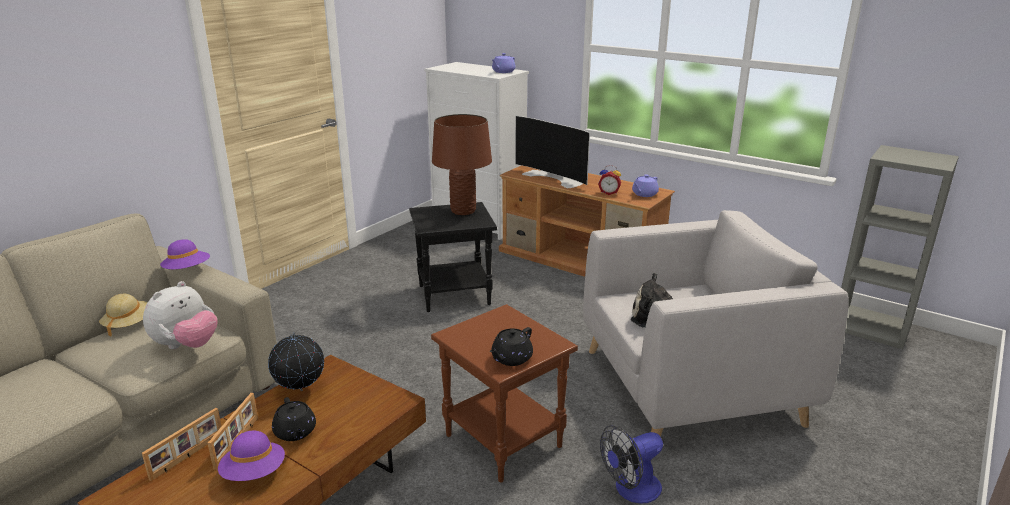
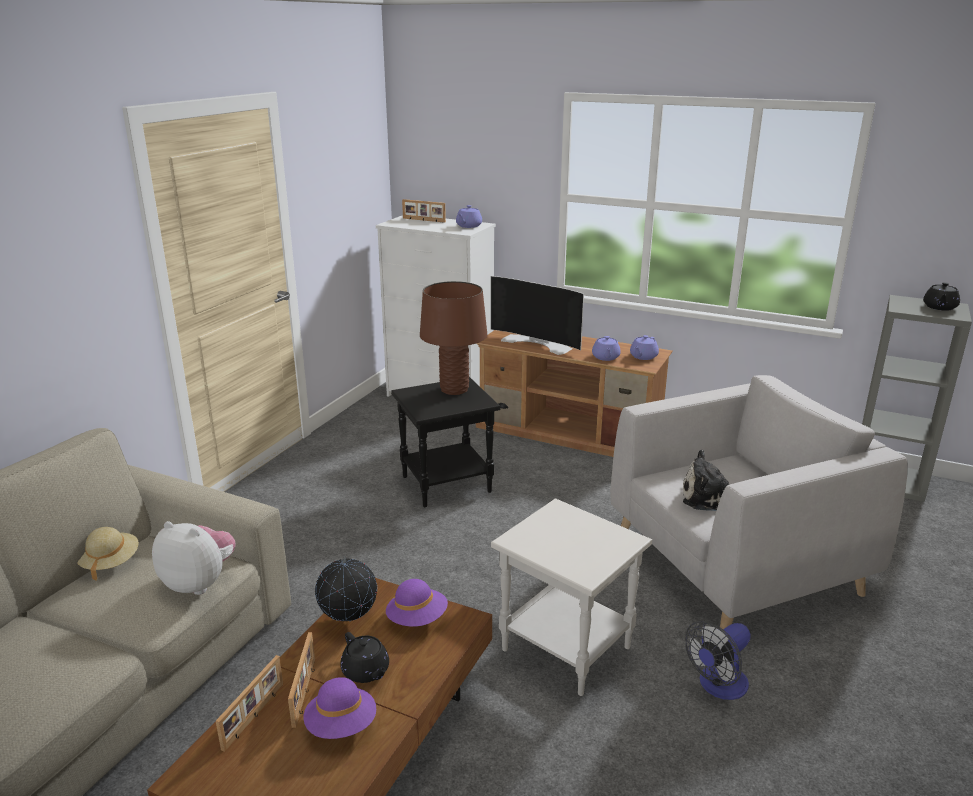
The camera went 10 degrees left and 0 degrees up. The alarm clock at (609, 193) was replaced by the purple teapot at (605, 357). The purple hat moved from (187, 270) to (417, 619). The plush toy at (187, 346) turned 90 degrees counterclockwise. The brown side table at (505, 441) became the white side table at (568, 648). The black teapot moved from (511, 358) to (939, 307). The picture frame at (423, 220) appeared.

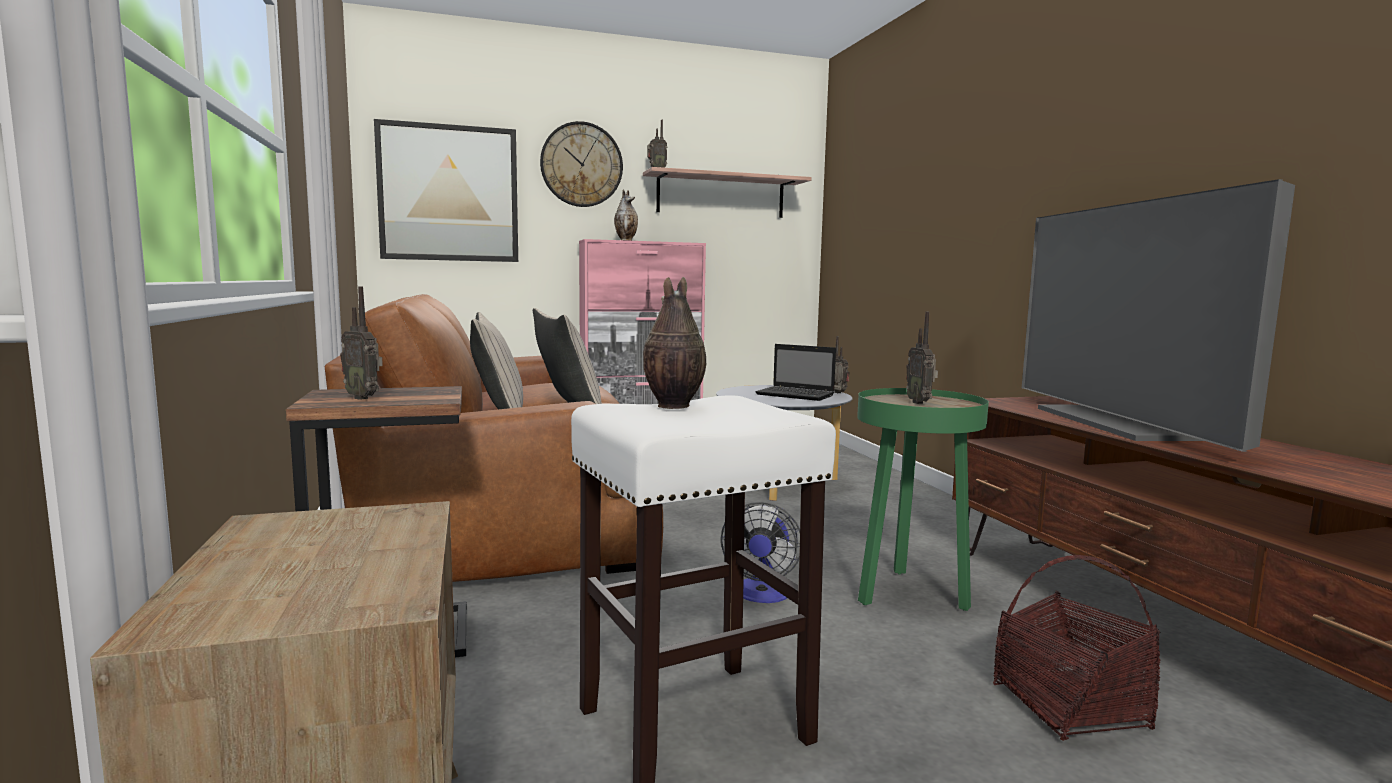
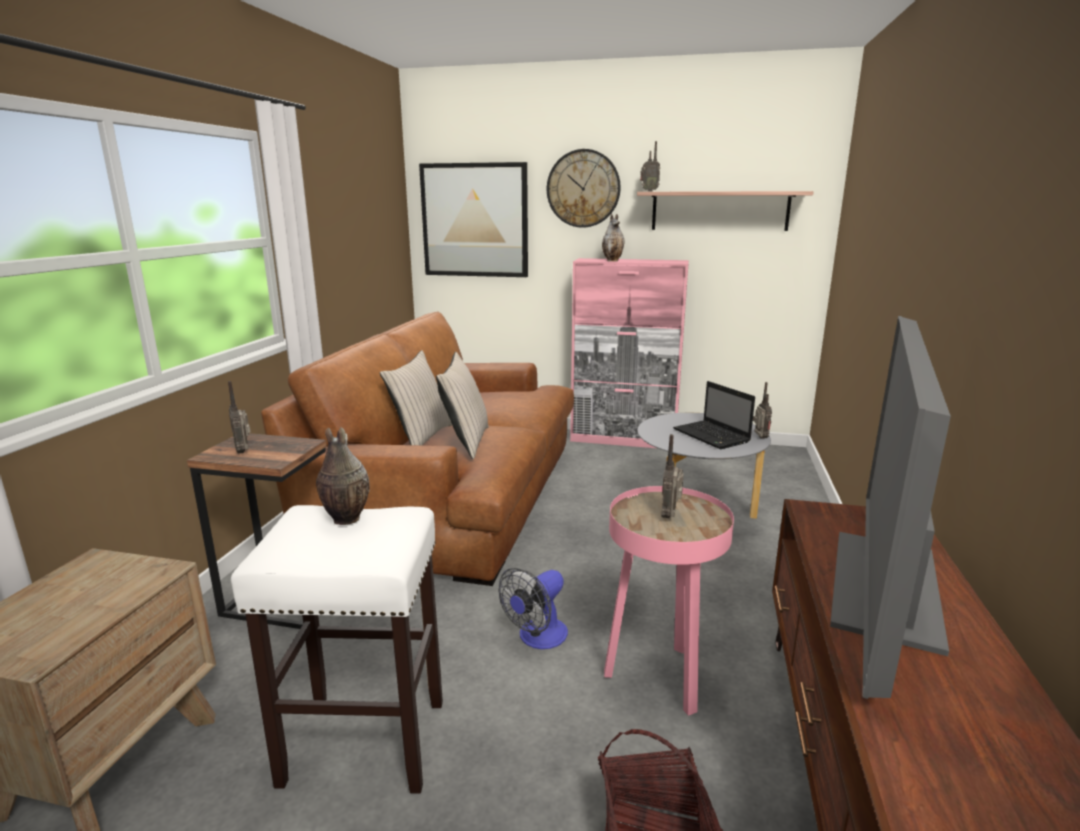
The camera went 30 degrees right and 10 degrees up. The green side table at (909, 595) became the pink side table at (659, 679).

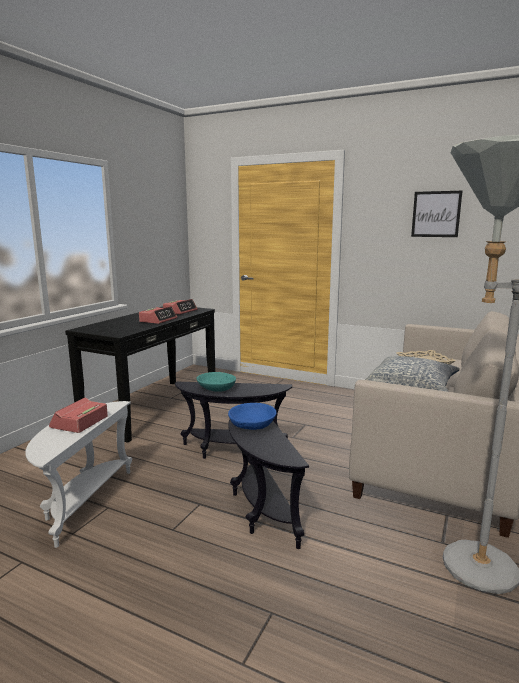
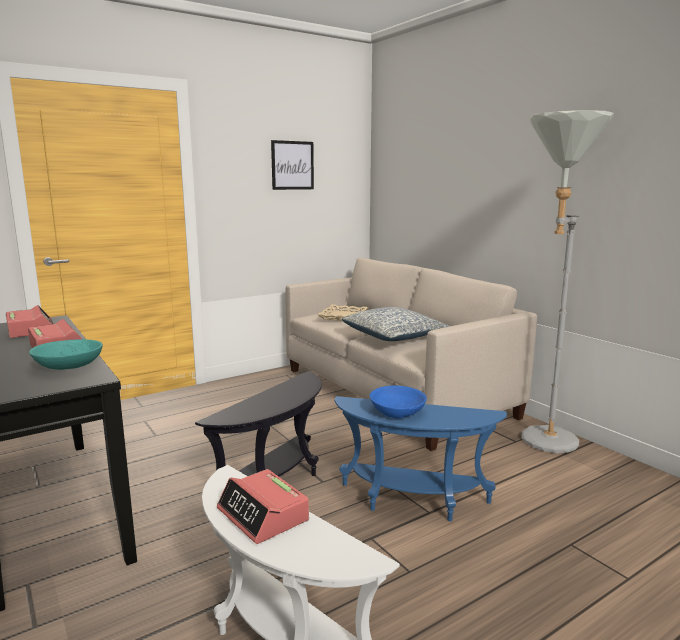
The camera went 60 degrees left and 0 degrees up. The turquoise bowl moved from (216, 388) to (68, 365). The black side table at (260, 509) became the blue side table at (412, 502).

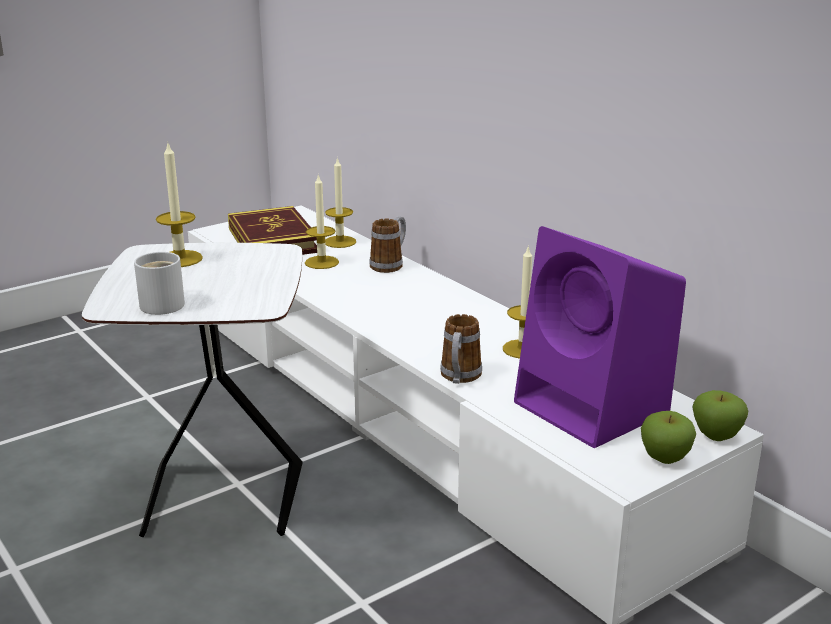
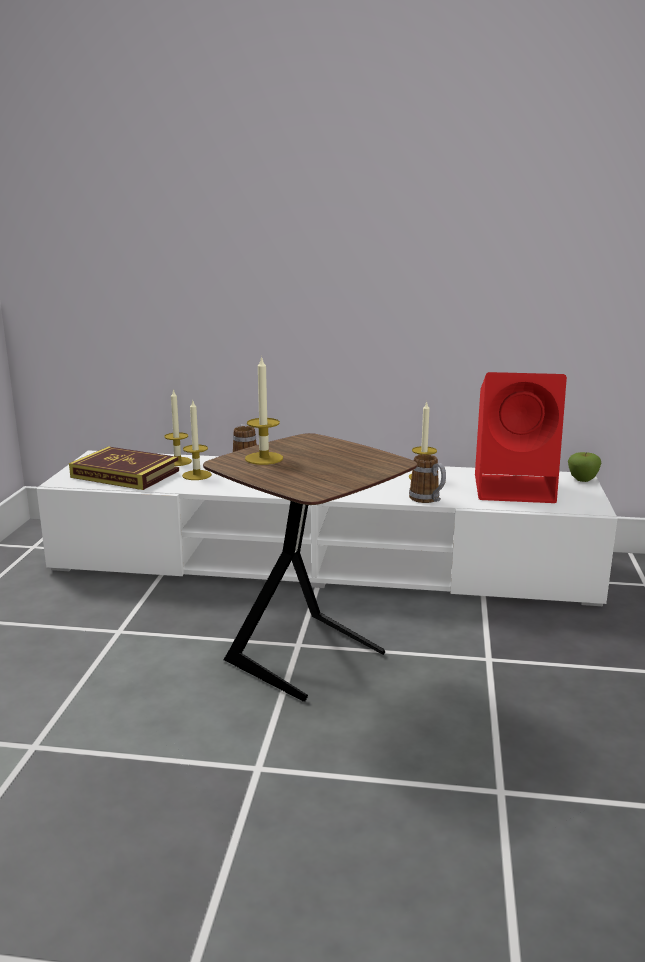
The camera went 45 degrees left and 5 degrees down. The purple speaker at (595, 408) became the red speaker at (516, 488). The white side table at (223, 502) became the brown side table at (311, 657). The white mug at (165, 304) disappeared. The apple at (665, 458) disappeared.

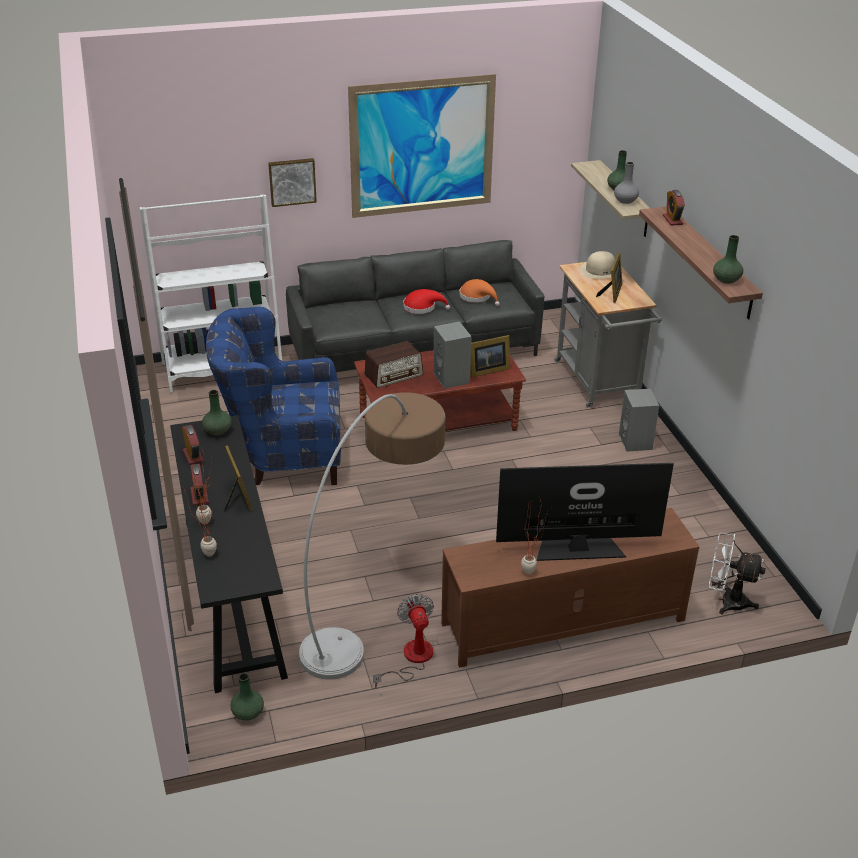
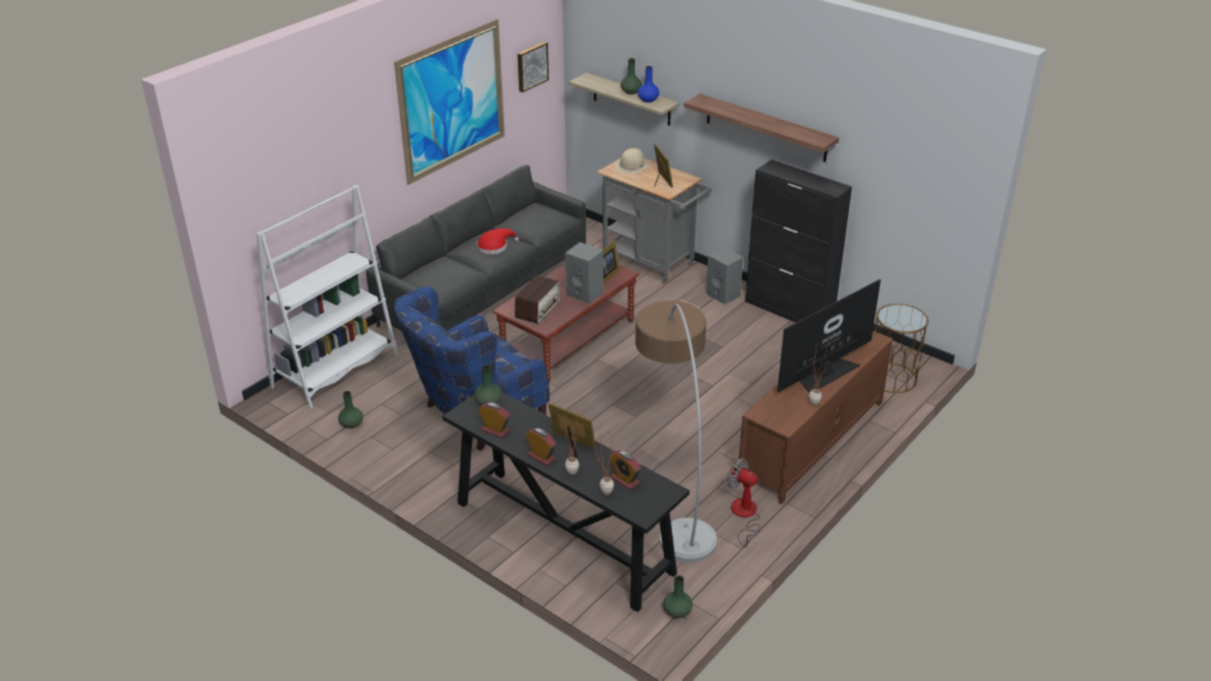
The camera went 35 degrees left and 0 degrees up. The picture moved from (292, 181) to (531, 66). The grey vase at (625, 201) became the blue vase at (648, 100). The alarm clock moved from (672, 220) to (625, 480). The green vase moved from (726, 279) to (351, 424). The orange hat at (477, 297) disappeared. The white fan at (726, 601) was replaced by the brown side table at (892, 378). The black cabinet at (789, 311) appeared.

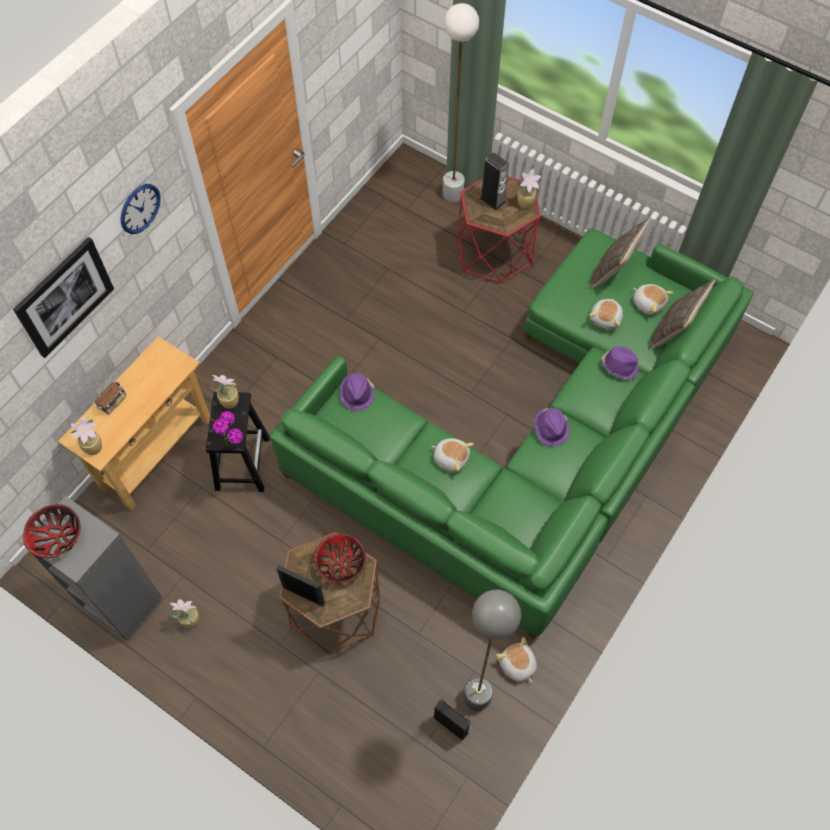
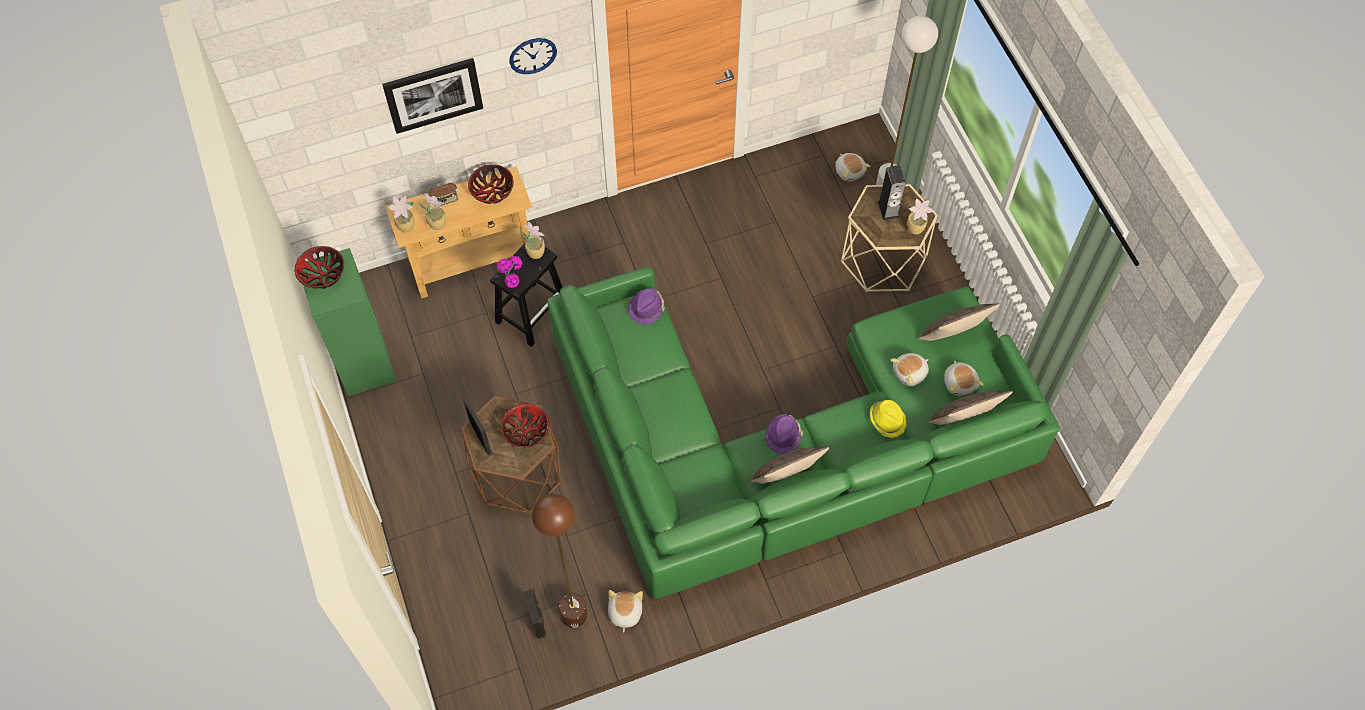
The camera went 35 degrees right and 0 degrees up. The red side table at (495, 252) became the beige side table at (882, 261). The purple hat at (619, 366) became the yellow hat at (887, 420). The plush toy moved from (451, 458) to (850, 171). The grey bookcase at (120, 602) became the green bookcase at (364, 364). The grey floor lamp at (477, 697) became the brown floor lamp at (573, 614). The potted plant moved from (190, 619) to (437, 223). The bowl at (492, 191) appeared. The pillow at (786, 477) appeared.

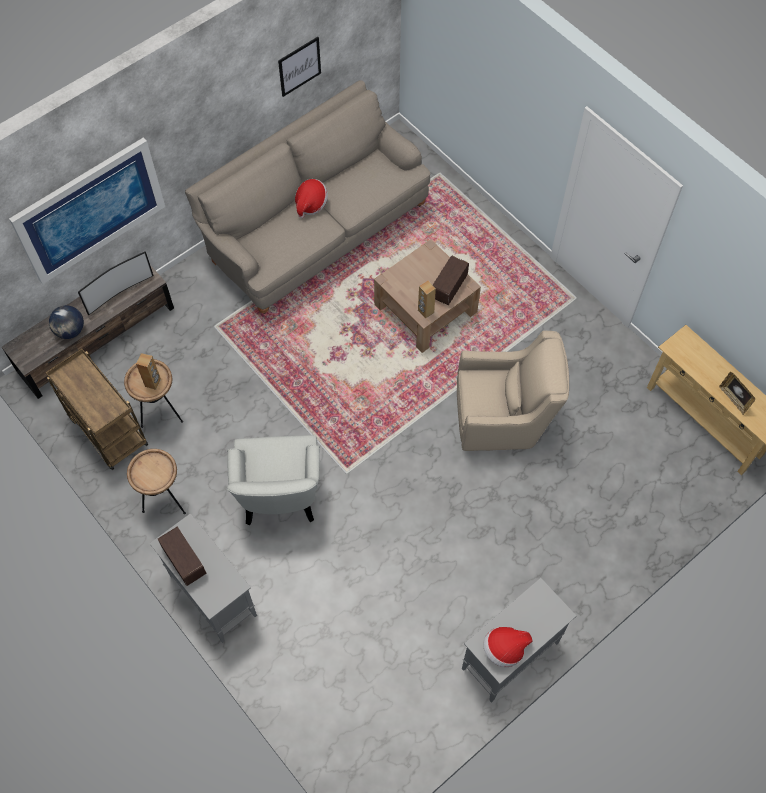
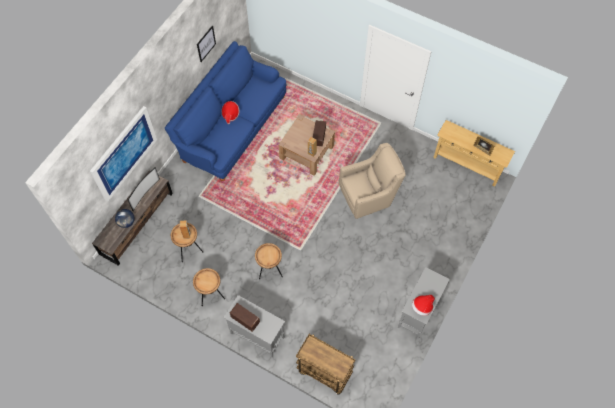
The camera went 20 degrees left and 0 degrees up. The beige sofa at (315, 231) became the blue sofa at (232, 128). The brown cart moved from (107, 431) to (323, 372). The white armchair at (279, 493) was replaced by the brown side table at (270, 271).

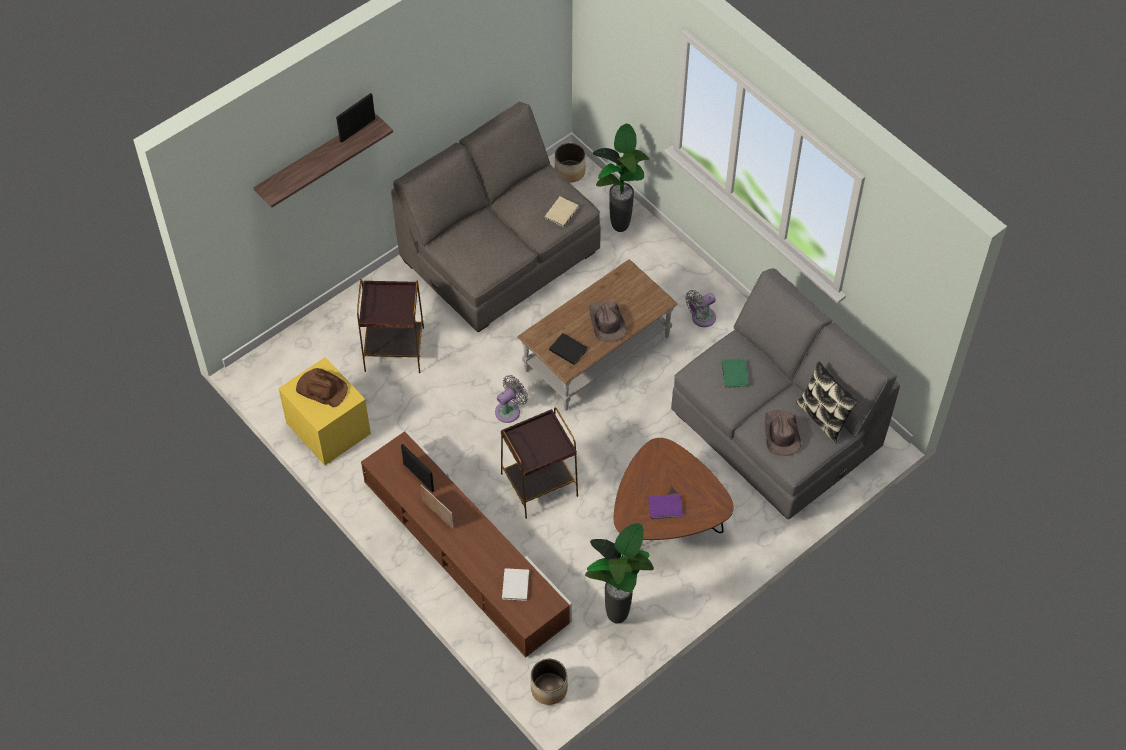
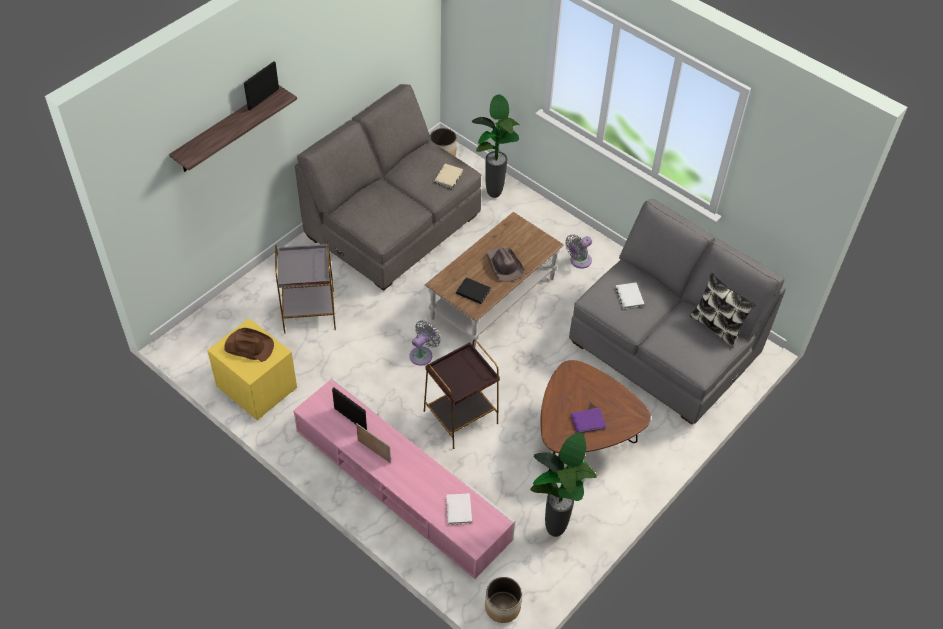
The camera went 10 degrees left and 5 degrees down. The brown side table at (395, 349) became the grey side table at (310, 312). The green book at (734, 374) became the white book at (629, 297). The brown hat at (781, 434) disappeared. The brown tv stand at (465, 551) became the pink tv stand at (401, 485).

